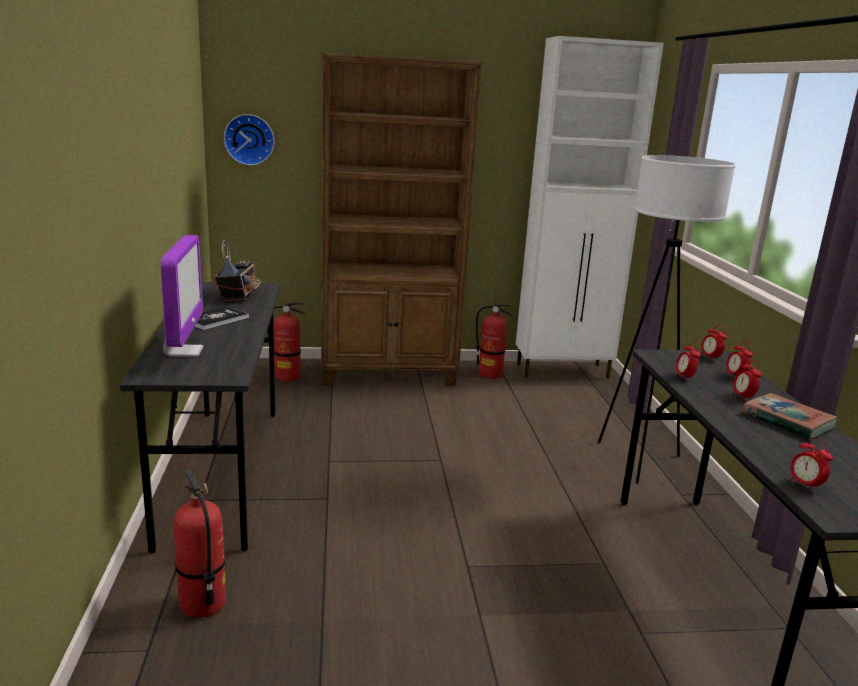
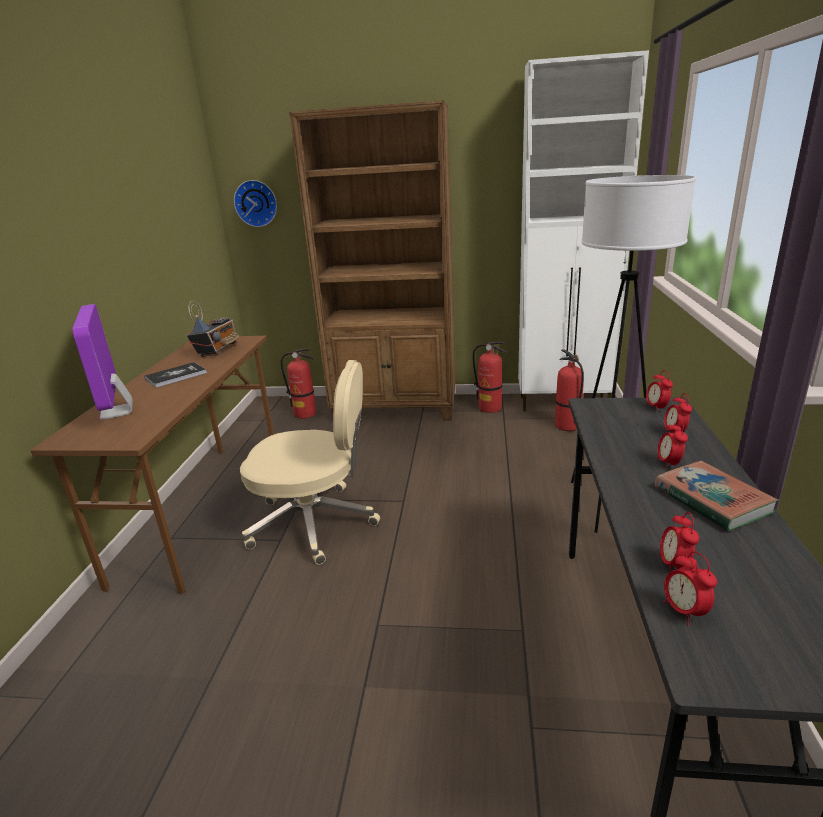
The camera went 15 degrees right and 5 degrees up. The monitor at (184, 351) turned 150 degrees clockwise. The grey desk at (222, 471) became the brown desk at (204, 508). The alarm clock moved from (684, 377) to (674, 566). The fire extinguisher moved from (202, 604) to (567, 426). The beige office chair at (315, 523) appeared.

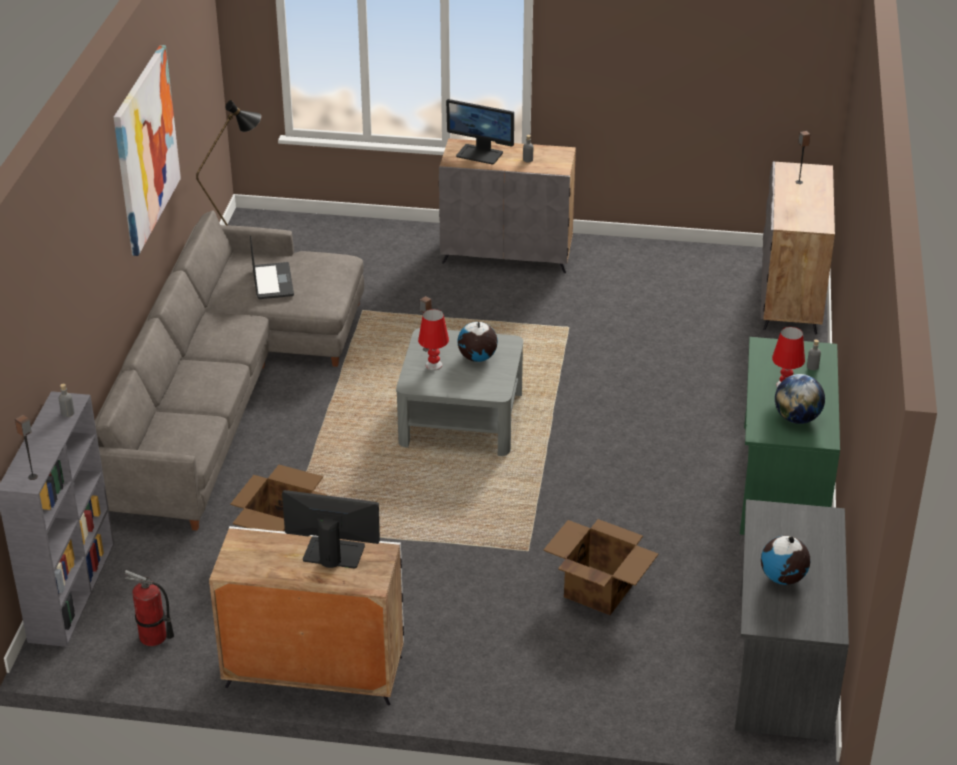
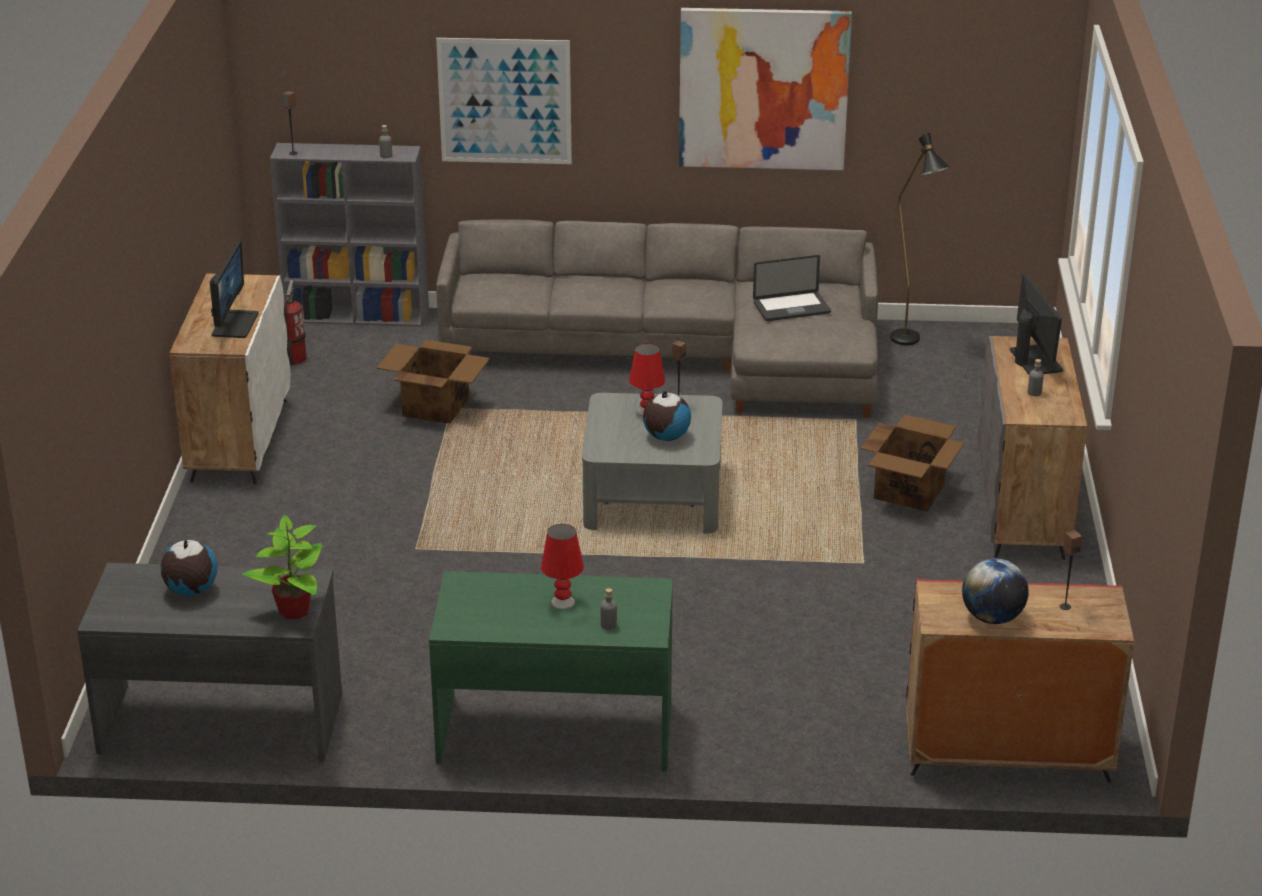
The camera went 85 degrees right and 5 degrees down. The monitor at (480, 154) turned 150 degrees clockwise. The grey cabinet at (790, 296) became the red cabinet at (1006, 753). The globe moved from (797, 418) to (992, 618). The cardboard box moved from (598, 589) to (910, 491). The picture at (505, 101) appeared. The potted plant at (293, 611) appeared.

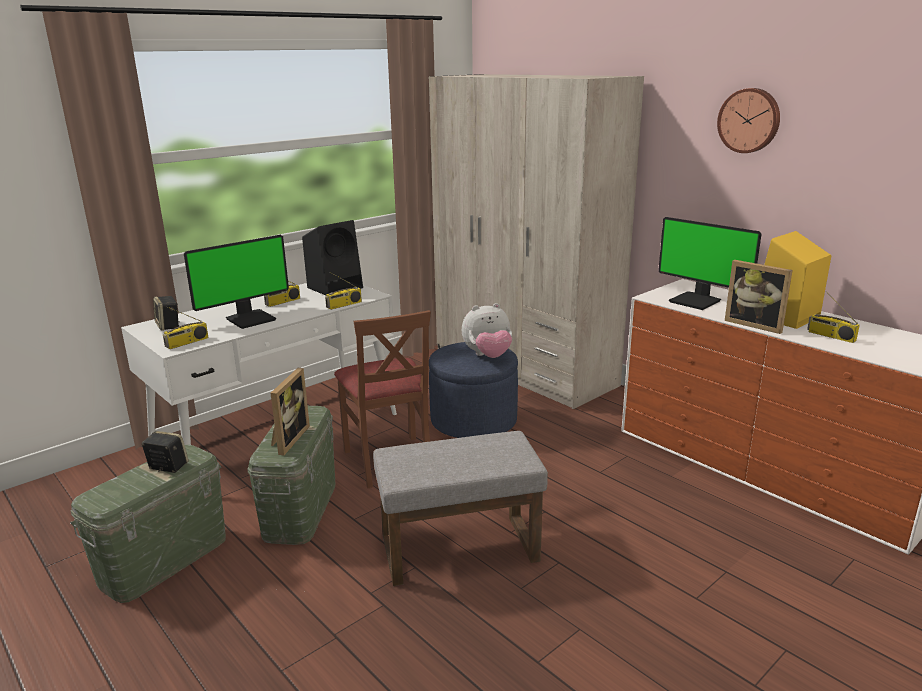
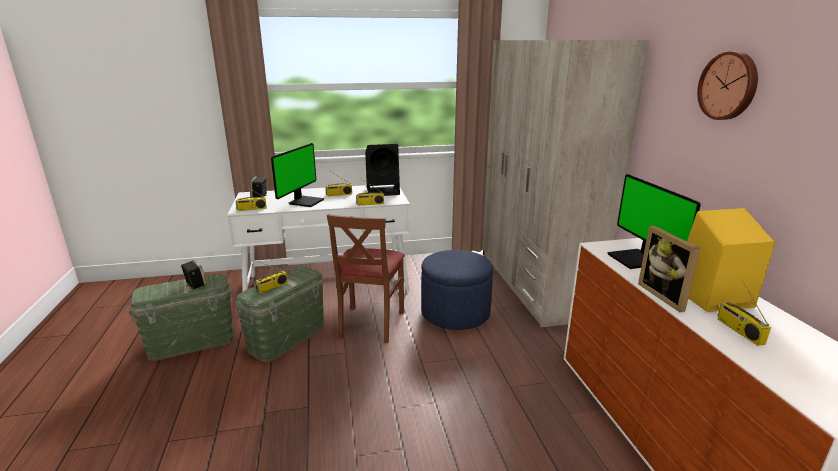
The camera went 30 degrees right and 0 degrees up. The monitor at (250, 319) turned 60 degrees counterclockwise. The plush toy at (488, 356) disappeared. The picture frame at (288, 439) was replaced by the radio at (272, 287). The grey ottoman at (461, 548) disappeared.

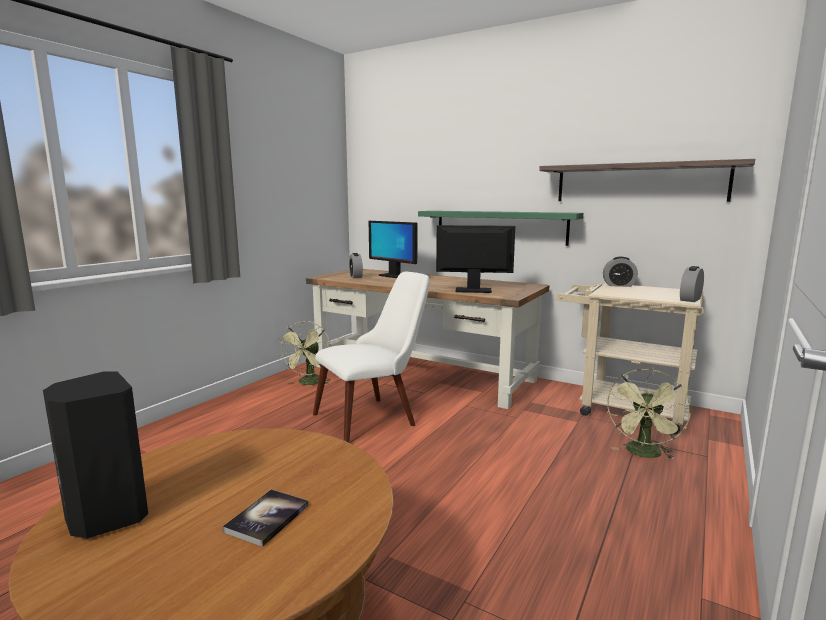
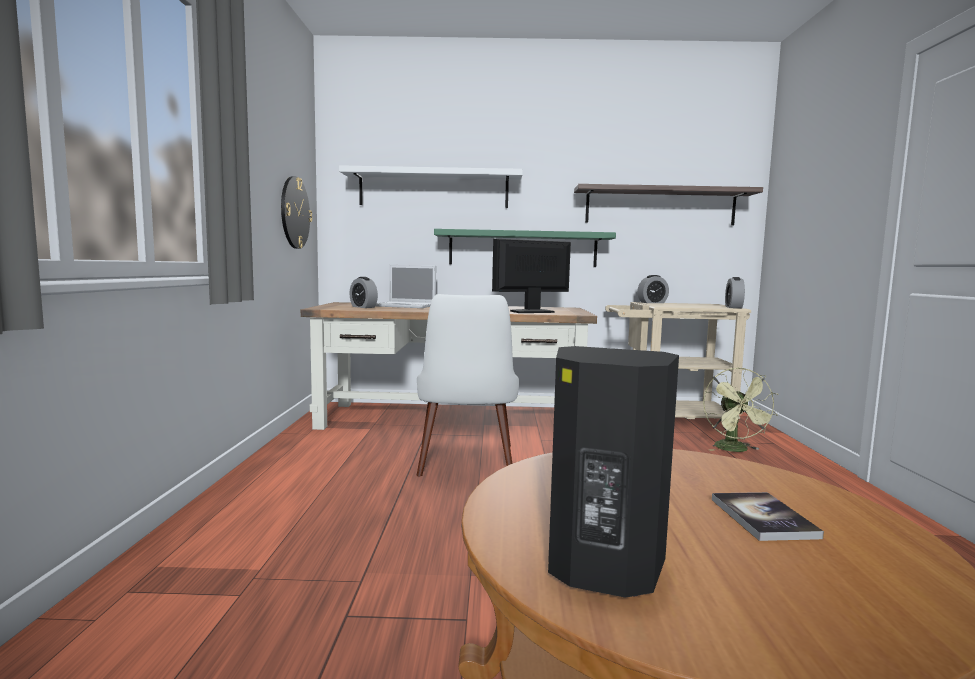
The camera went 30 degrees left and 5 degrees down. The monitor at (394, 276) was replaced by the laptop at (407, 306). The white chair at (375, 416) turned 150 degrees clockwise. The green fan at (309, 383) disappeared. The white shelf at (433, 189) appeared. The wall clock at (294, 213) appeared.

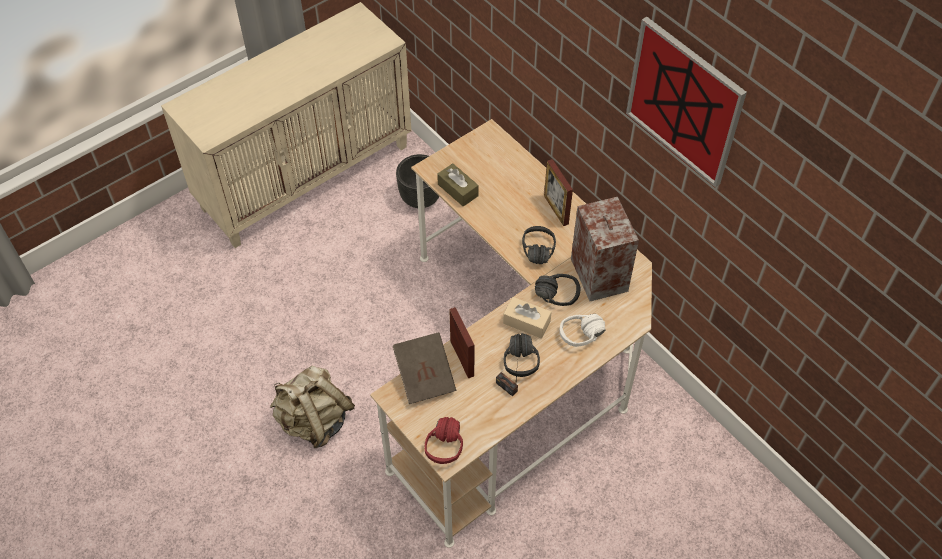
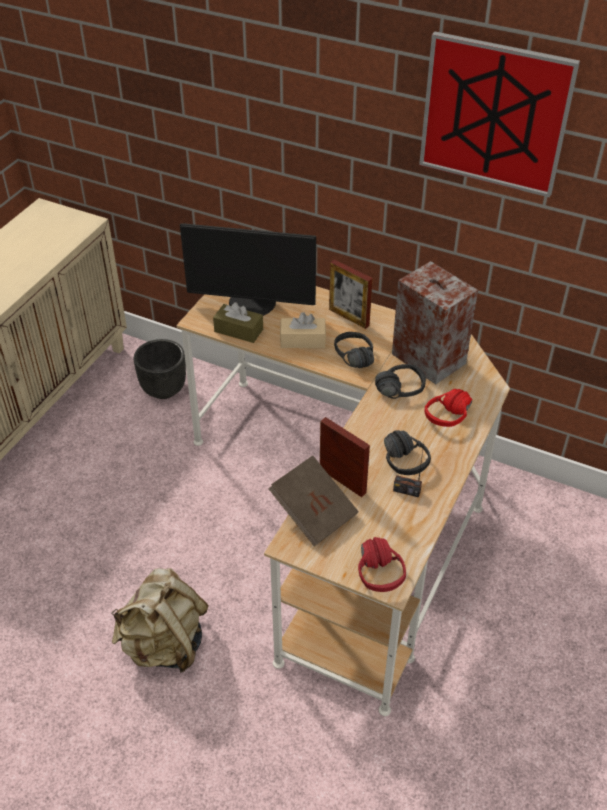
The camera went 25 degrees left and 10 degrees down. The beige tissue box moved from (526, 322) to (303, 340). The white headphones at (584, 340) became the red headphones at (454, 420). The monitor at (252, 304) appeared.

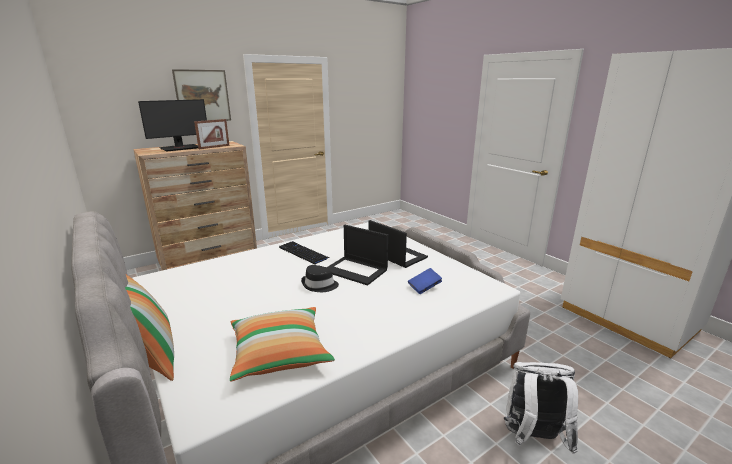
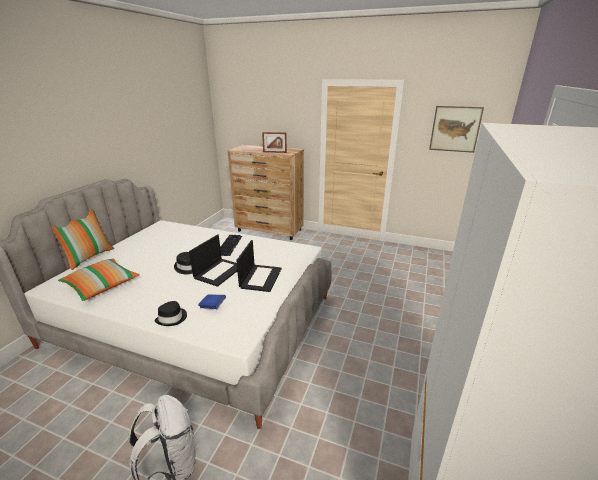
The camera went 55 degrees right and 5 degrees up. The picture moved from (202, 96) to (455, 129). The monitor at (180, 148) disappeared. The laptop at (356, 270) turned 150 degrees counterclockwise. The black hat at (172, 318) appeared.

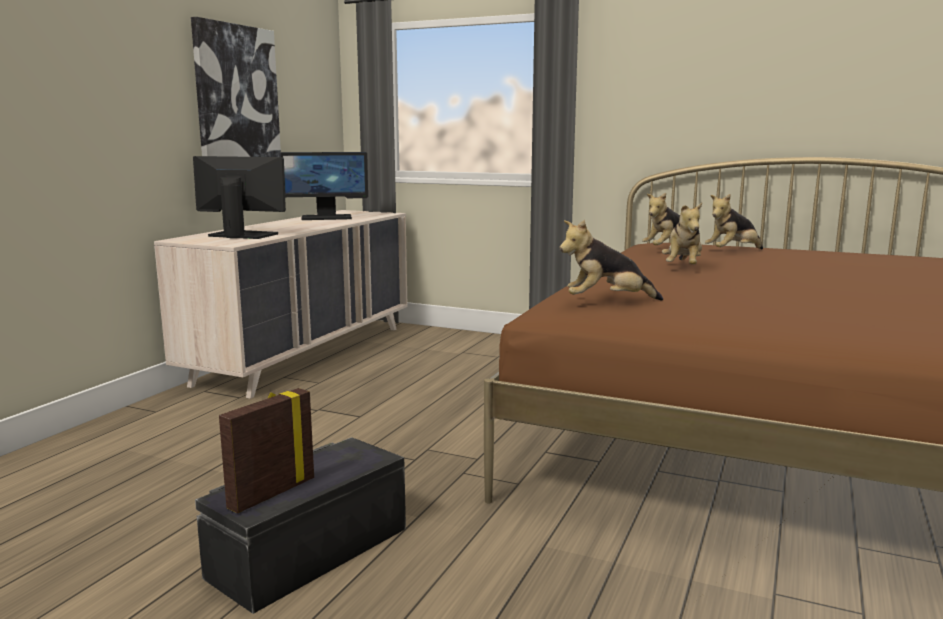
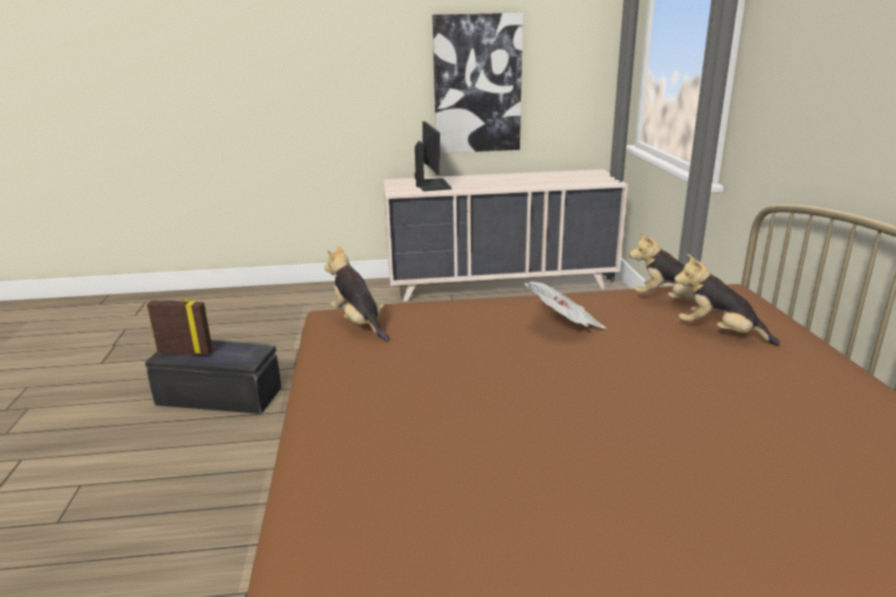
The camera went 60 degrees right and 10 degrees up. The monitor at (327, 217) disappeared. The plush toy at (683, 267) was replaced by the newspaper at (564, 325).

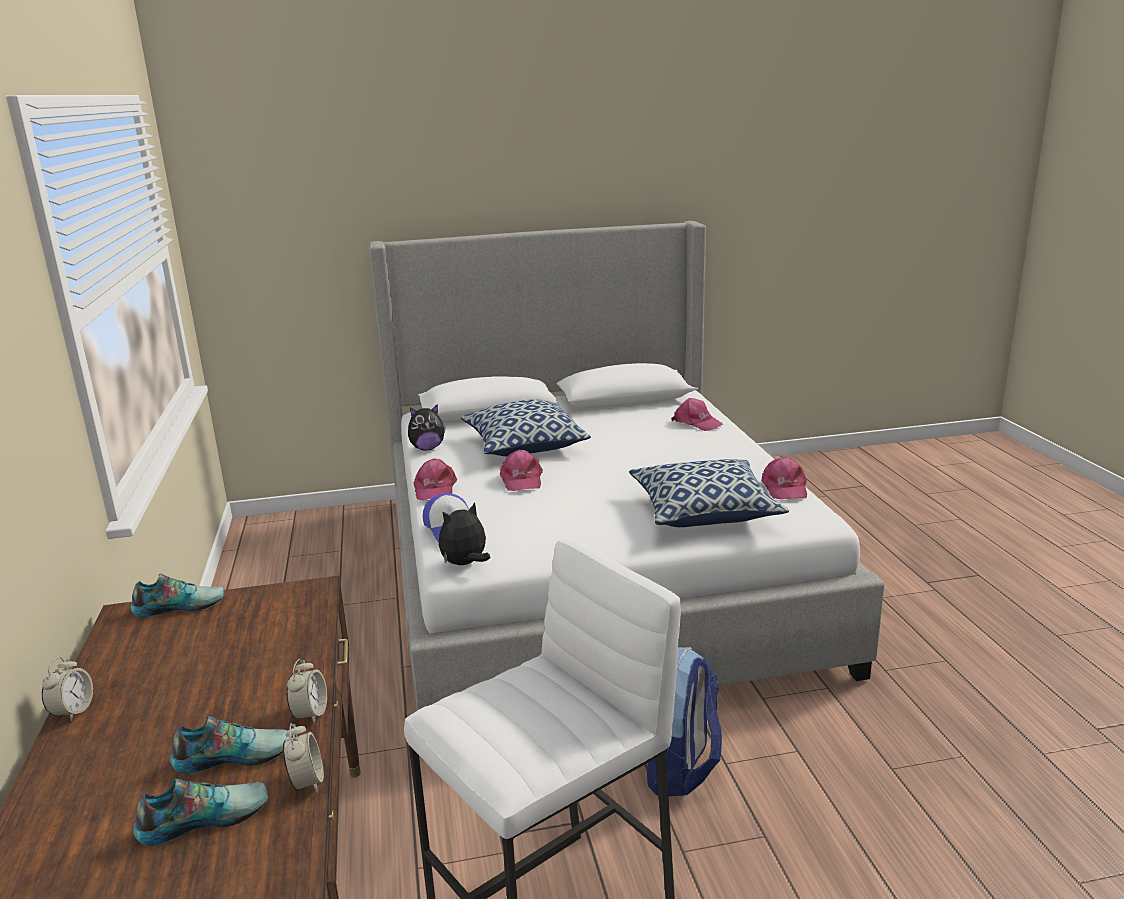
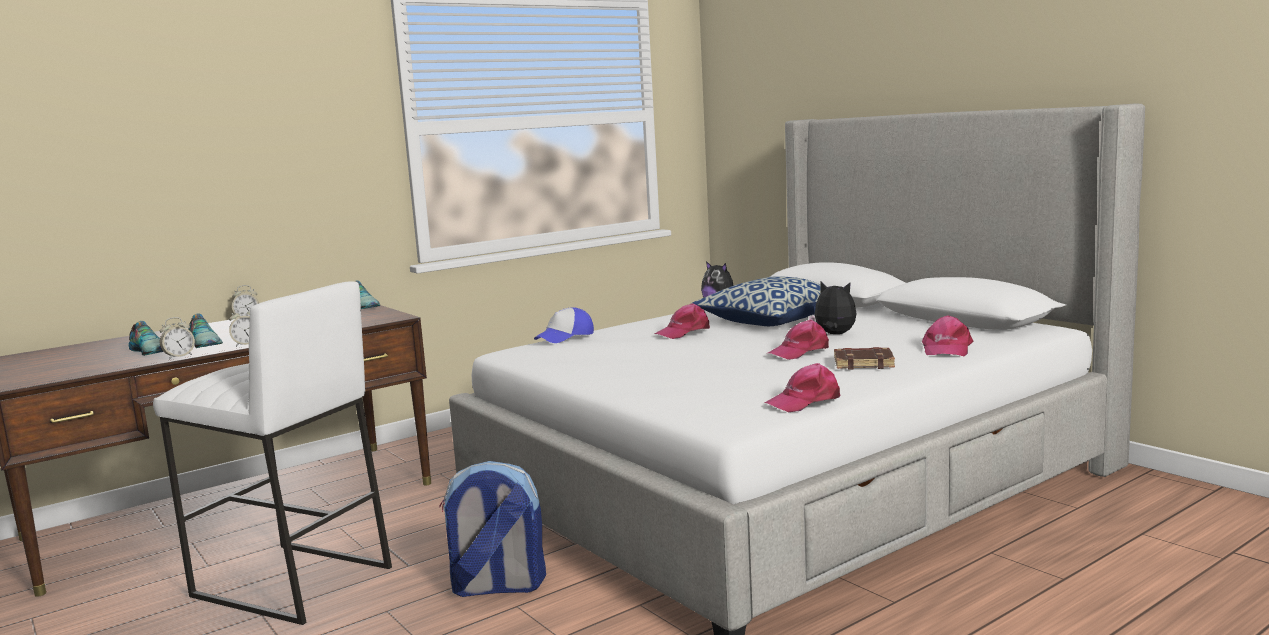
The camera went 65 degrees right and 10 degrees down. The pink cap moved from (434, 488) to (800, 352). The pillow at (704, 512) disappeared. The plush toy moved from (465, 564) to (834, 334). The brown book at (864, 363) appeared.

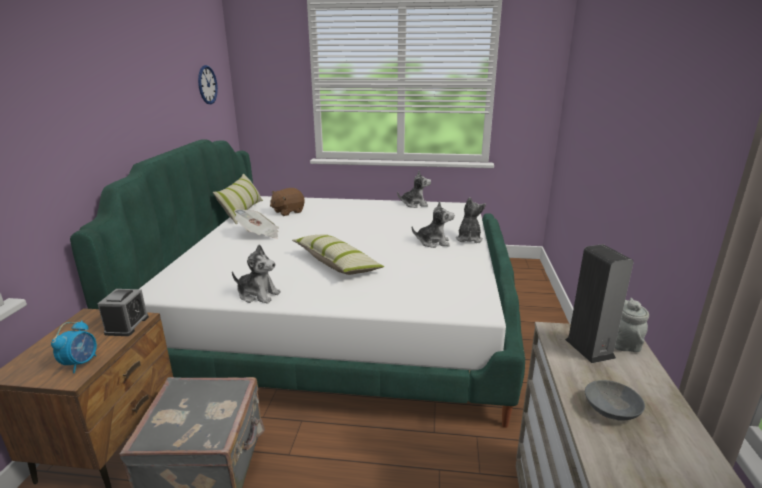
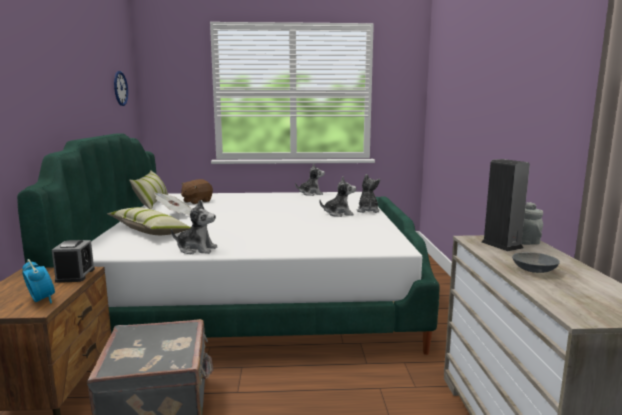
The camera went 10 degrees left and 10 degrees down. The pillow moved from (337, 263) to (149, 231). The alarm clock at (81, 363) turned 45 degrees counterclockwise.

